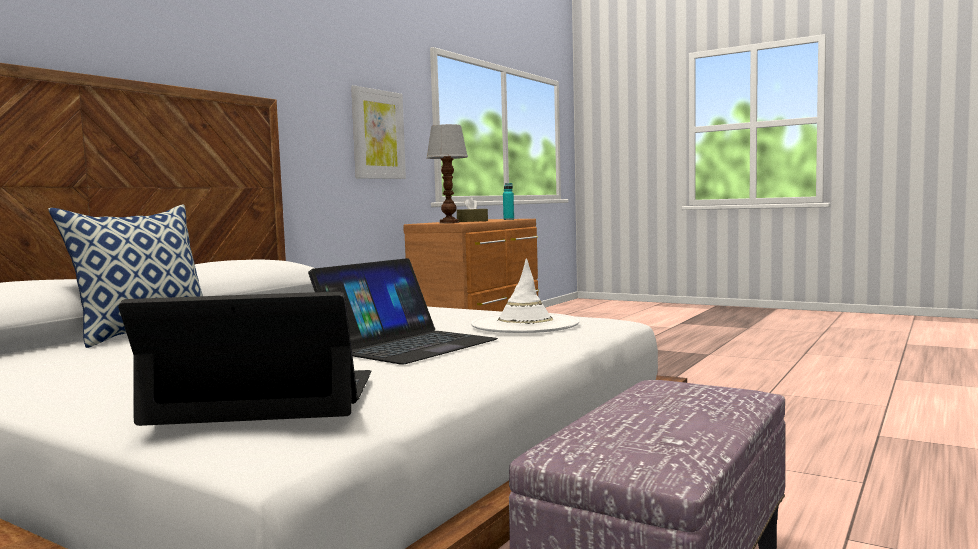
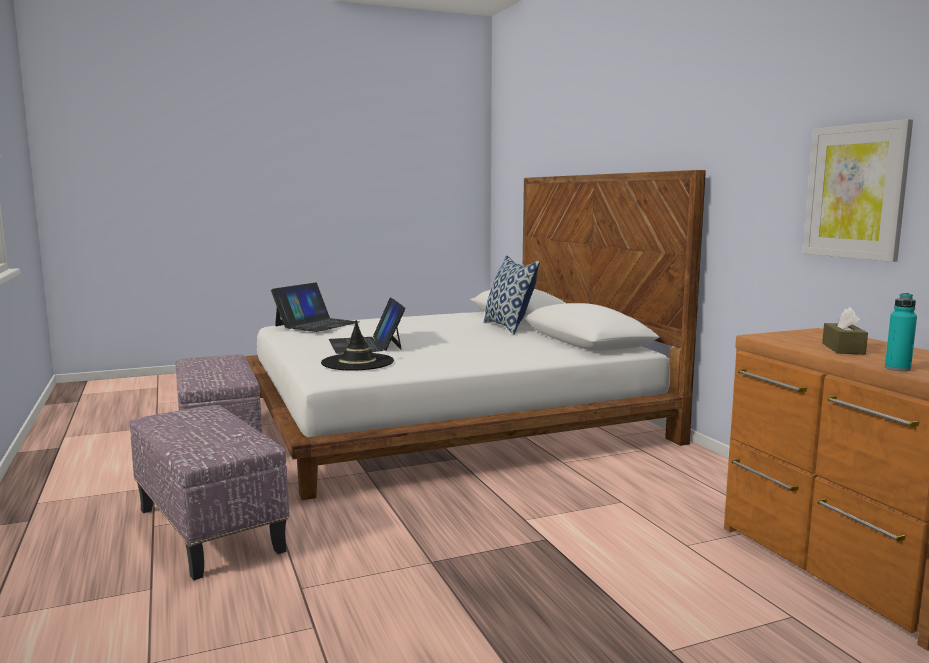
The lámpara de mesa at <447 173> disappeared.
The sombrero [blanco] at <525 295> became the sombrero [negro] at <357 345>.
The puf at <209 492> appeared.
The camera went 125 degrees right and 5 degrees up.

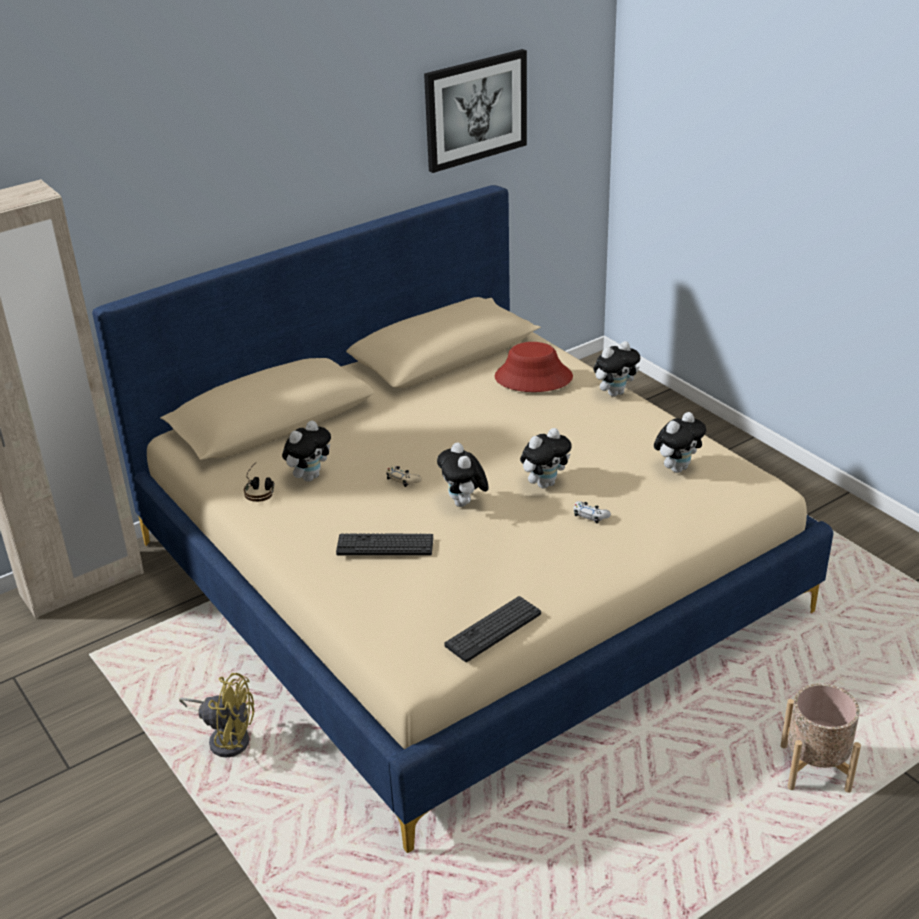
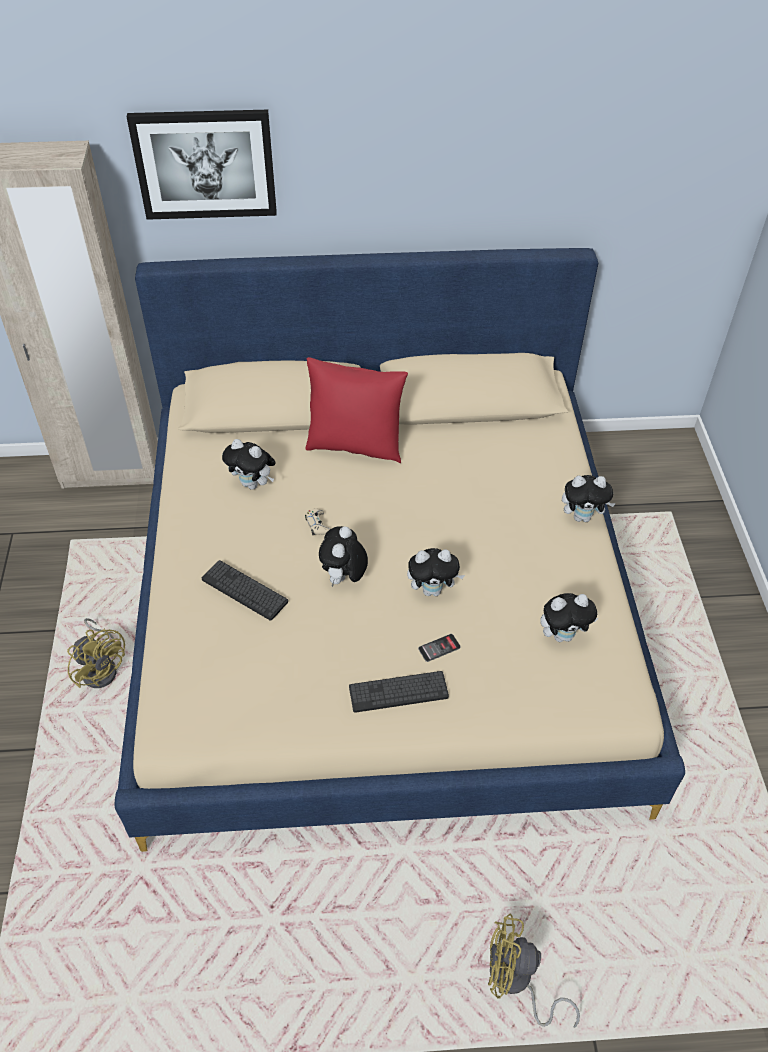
The auriculares at <259 482> disappeared.
The peluche at <306 451> turned 45 degrees clockwise.
The cuadro moved from <475 111> to <202 165>.
The teclado moved from <492 629> to <399 692>.
The sombrero [rojo] at <534 367> disappeared.
The mando de consola [blanco] at <592 512> was replaced by the móvil at <439 648>.
The maceta [beis] at <821 738> was replaced by the ventilador [amarillo] at <534 971>.
The cojín [rojo] at <356 410> appeared.
The camera went 30 degrees right and 15 degrees up.

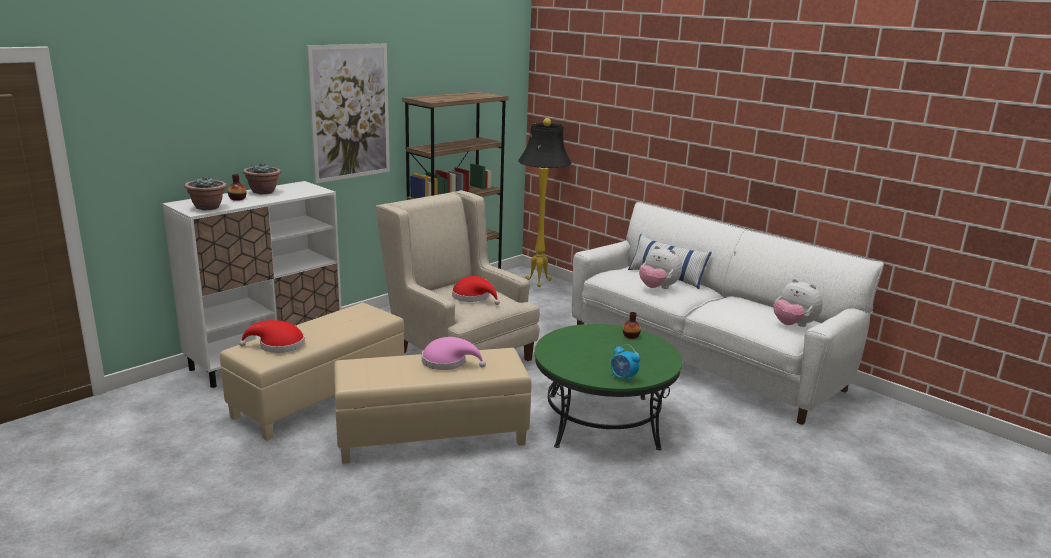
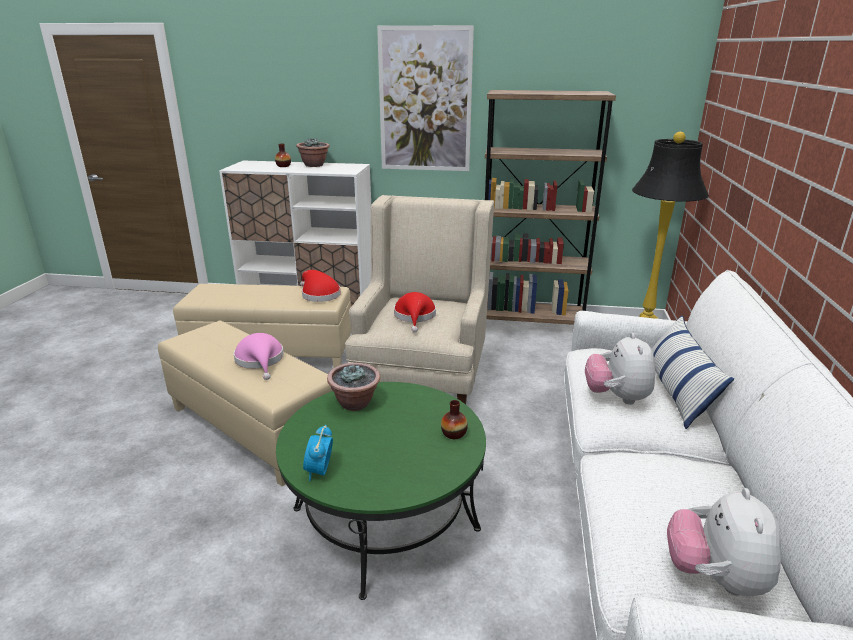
The planta en maceta moved from <205 193> to <353 387>.
The sombrero [rojo] moved from <272 336> to <320 286>.
The camera went 55 degrees right and 5 degrees up.

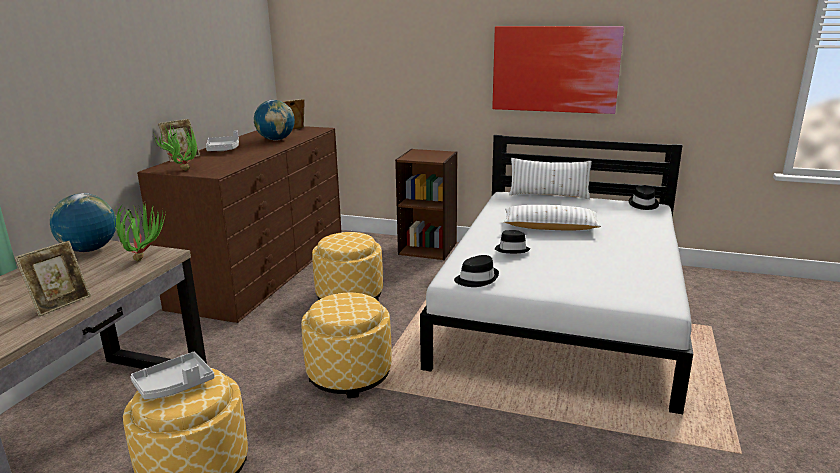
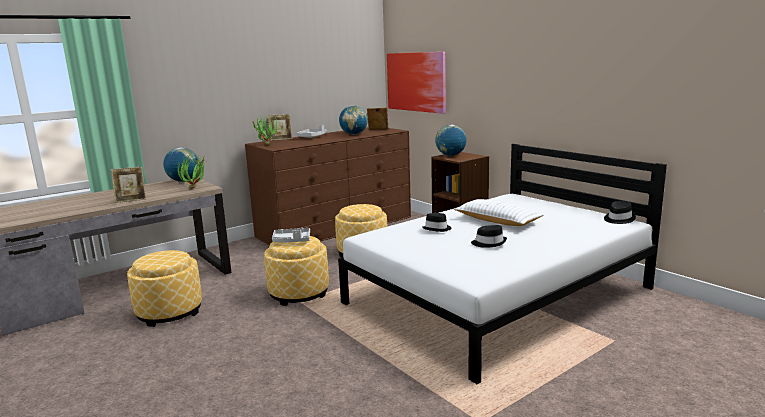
The bandeja [gris] moved from <172 375> to <291 235>.
The sombrero [negro] moved from <476 271> to <489 236>.
The cuadro moved from <558 70> to <416 83>.
The cojín [blanco] at <550 178> disappeared.
The globo terráqueo at <450 140> appeared.
The camera went 35 degrees right and 5 degrees down.

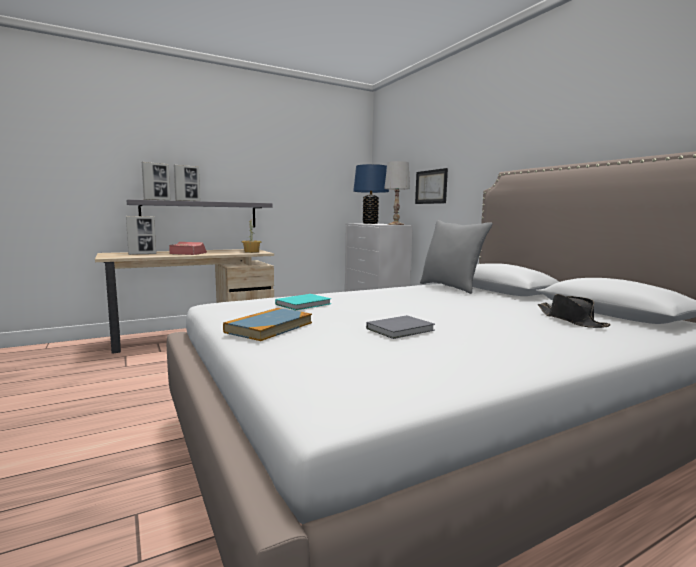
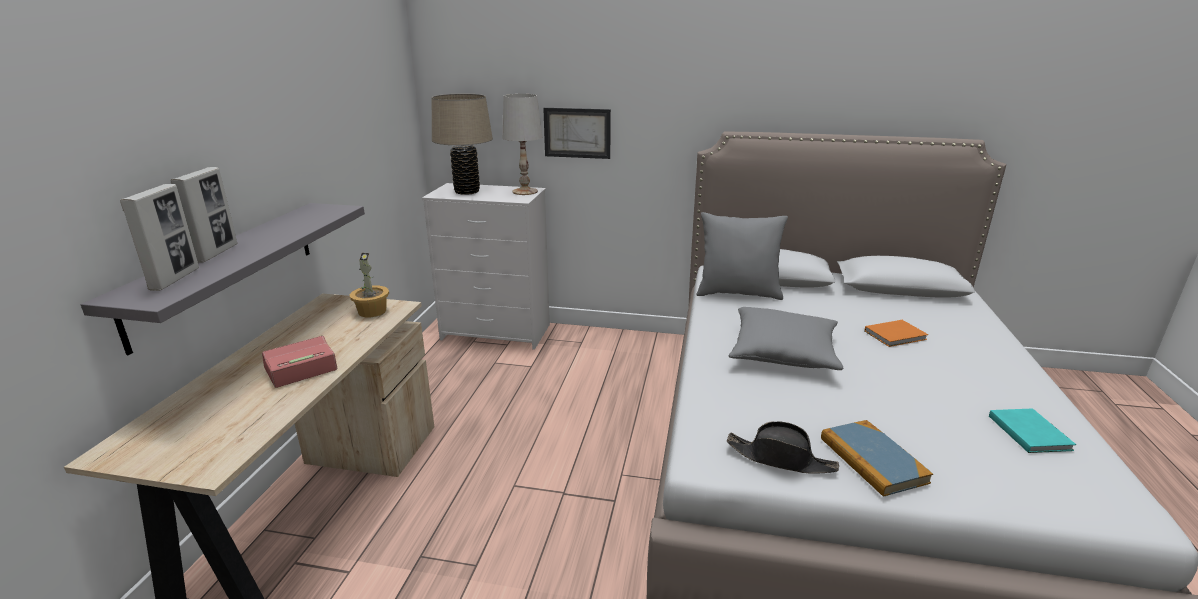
The portarretratos at <141 235> disappeared.
The libro [turquesa] moved from <303 302> to <1032 430>.
The lámpara de mesa [azul] at <371 194> became the lámpara de mesa [beis] at <462 144>.
The libro [gris] at <400 327> disappeared.
The sombrero [negro] moved from <574 311> to <783 448>.
The cojín [gris] at <785 338> appeared.
The libro [naranja] at <896 333> appeared.
The camera went 50 degrees left and 15 degrees up.

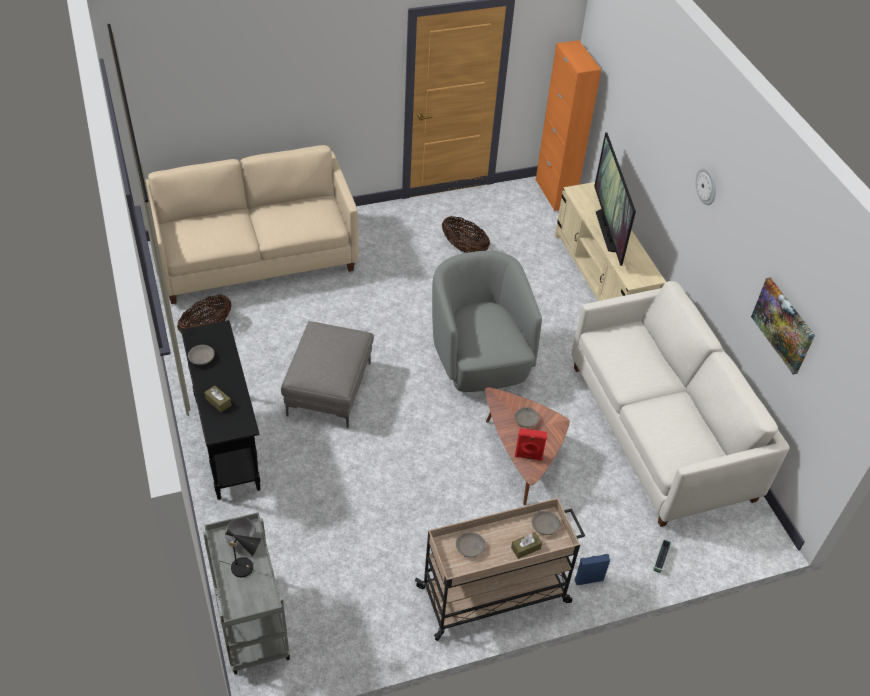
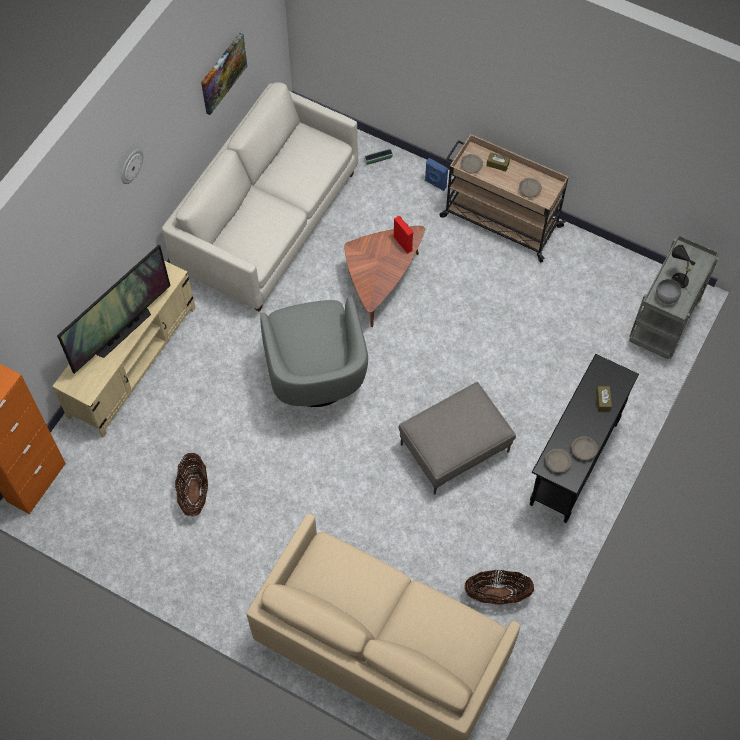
The sillón [gris] at <487 321> turned 45 degrees counterclockwise.
The cuenco [gris] moved from <526 417> to <558 461>.
The camera went 130 degrees left and 15 degrees up.

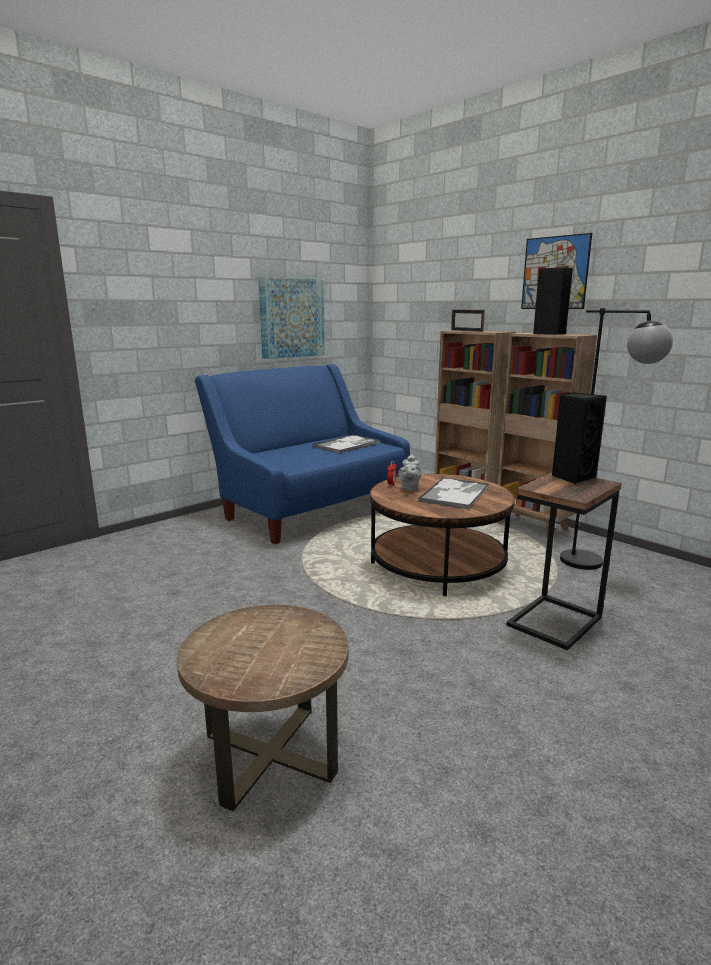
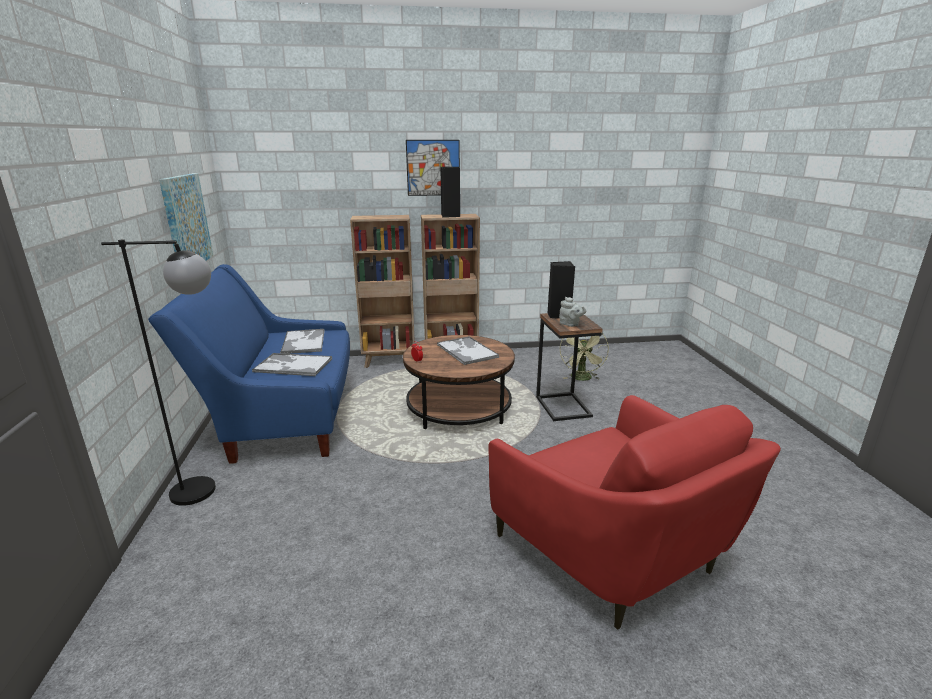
The mesa auxiliar [marrón] at <262 708> was replaced by the sillón [rojo] at <634 512>.
The tetera [gris] moved from <410 473> to <572 312>.
The portarretratos at <468 321> disappeared.
The lámpara de pie [negro] moved from <616 439> to <158 373>.
The bandeja at <292 364> appeared.
The ventilador [verde] at <584 357> appeared.
The camera went 55 degrees left and 5 degrees up.

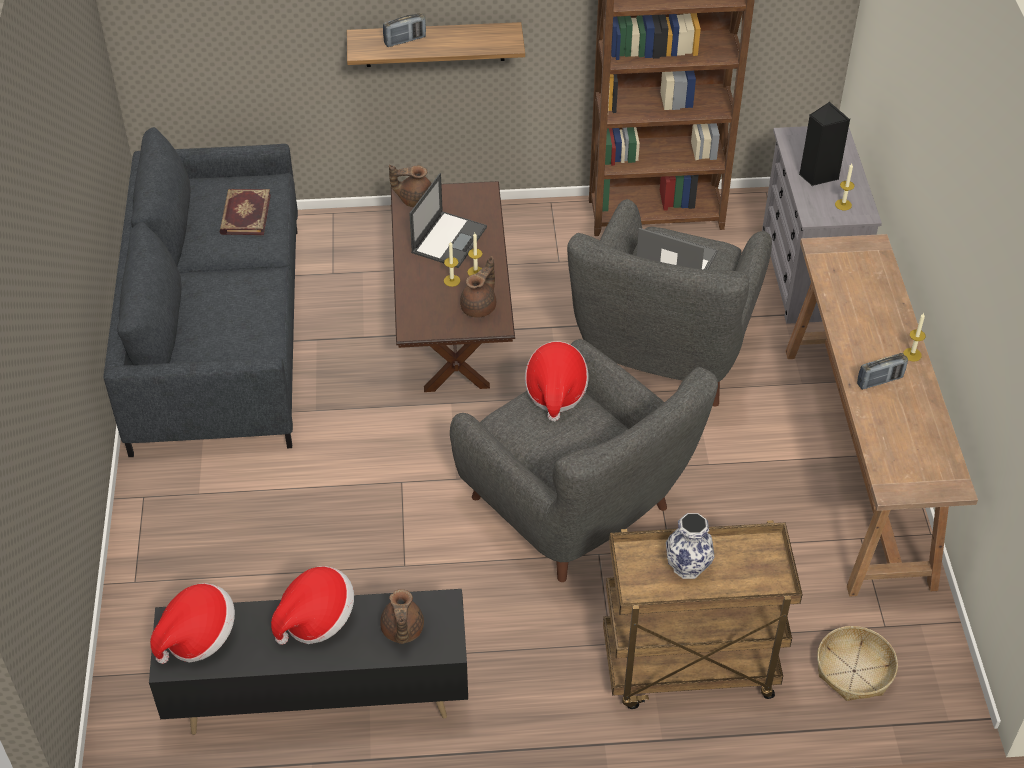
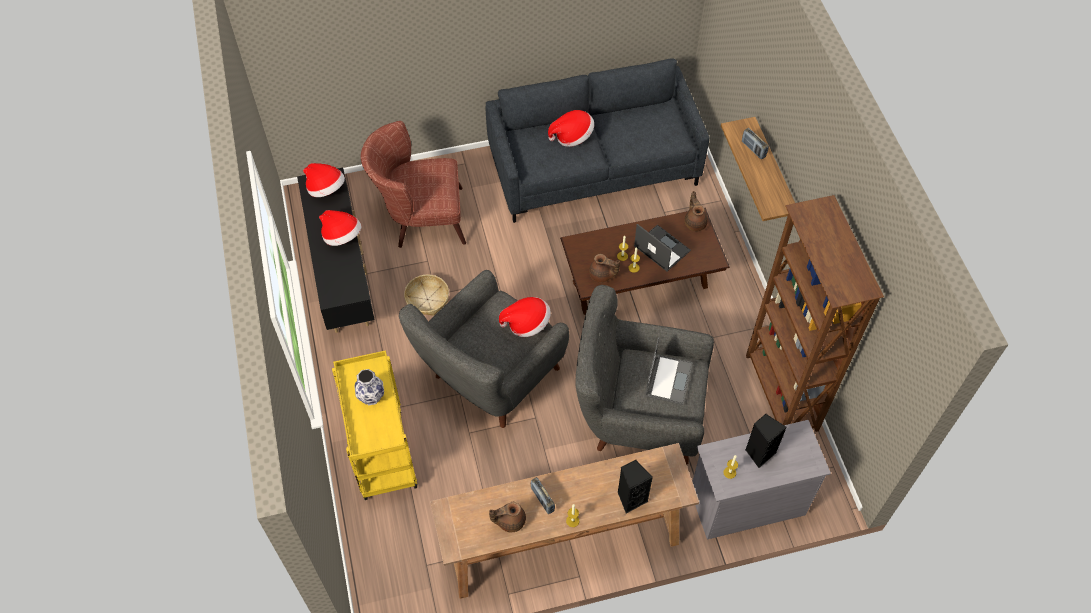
The libro at <245 212> disappeared.
The tetera [marrón] moved from <402 616> to <507 517>.
The portátil at <448 220> turned 150 degrees counterclockwise.
The carrito [marrón] at <703 614> became the carrito [amarillo] at <375 425>.
The cesta moved from <857 663> to <426 295>.
The sillón [marrón] at <413 184> appeared.
The sombrero at <571 128> appeared.
The altavoz [negro] at <635 487> appeared.
The camera went 80 degrees right and 10 degrees up.

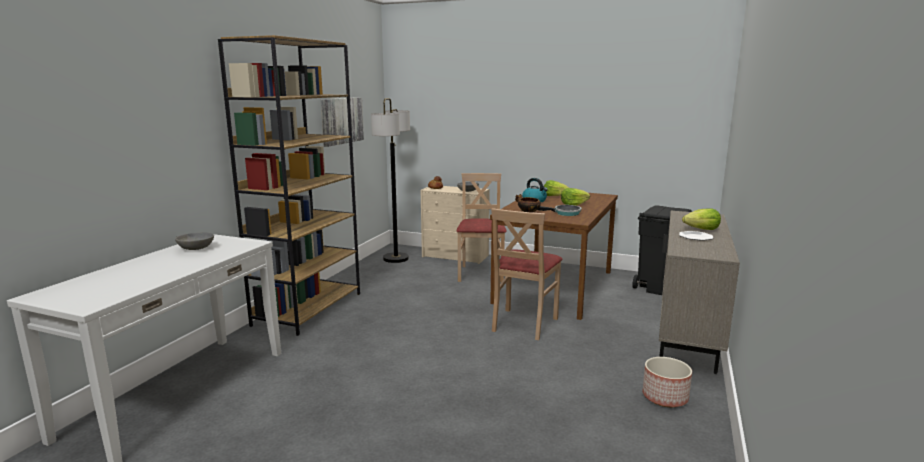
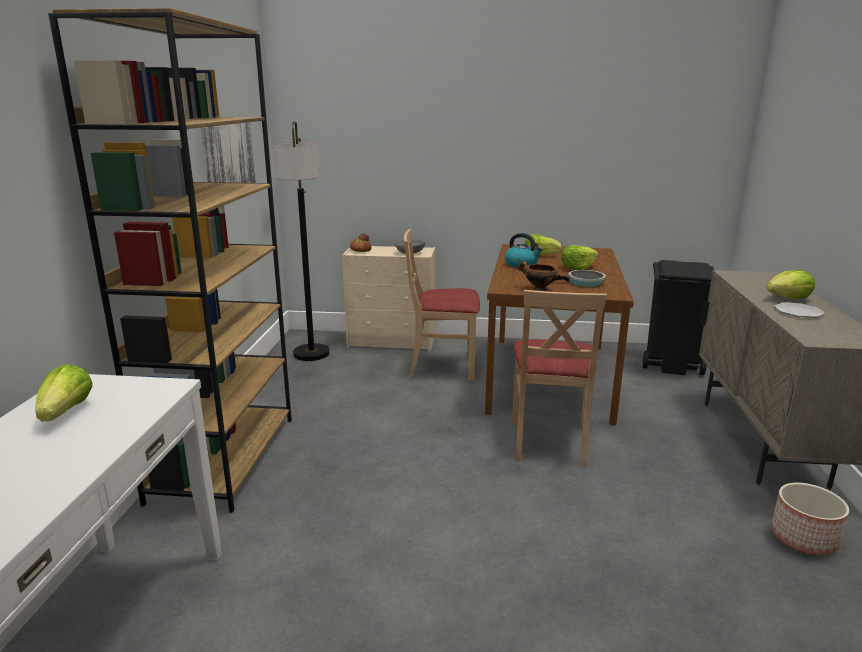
The cuenco [gris] at <194 241> was replaced by the lechuga at <64 392>.
The silla [beis] at <481 227> turned 75 degrees counterclockwise.
The camera went 15 degrees left and 5 degrees up.

